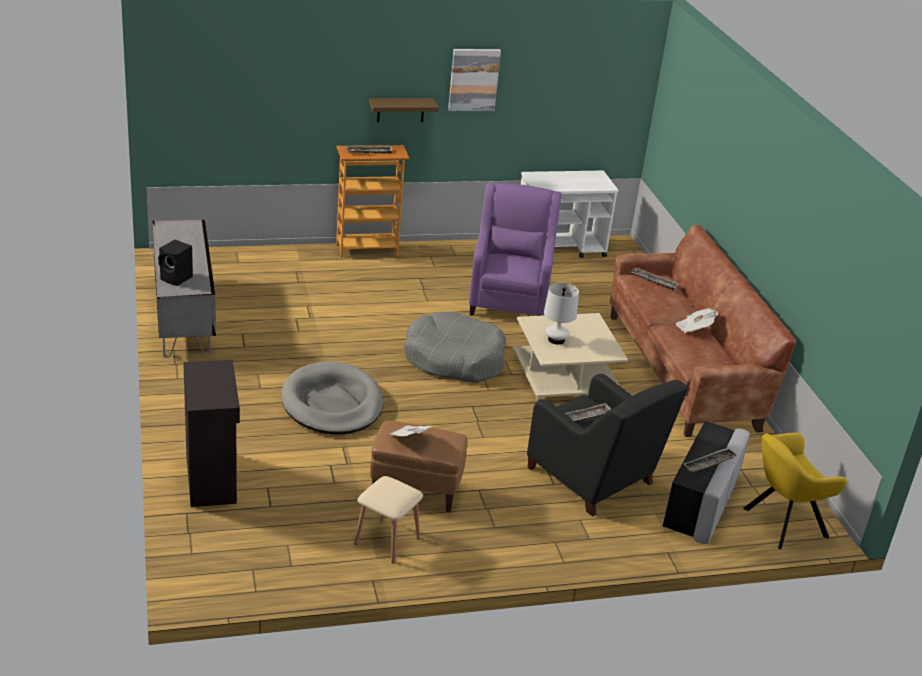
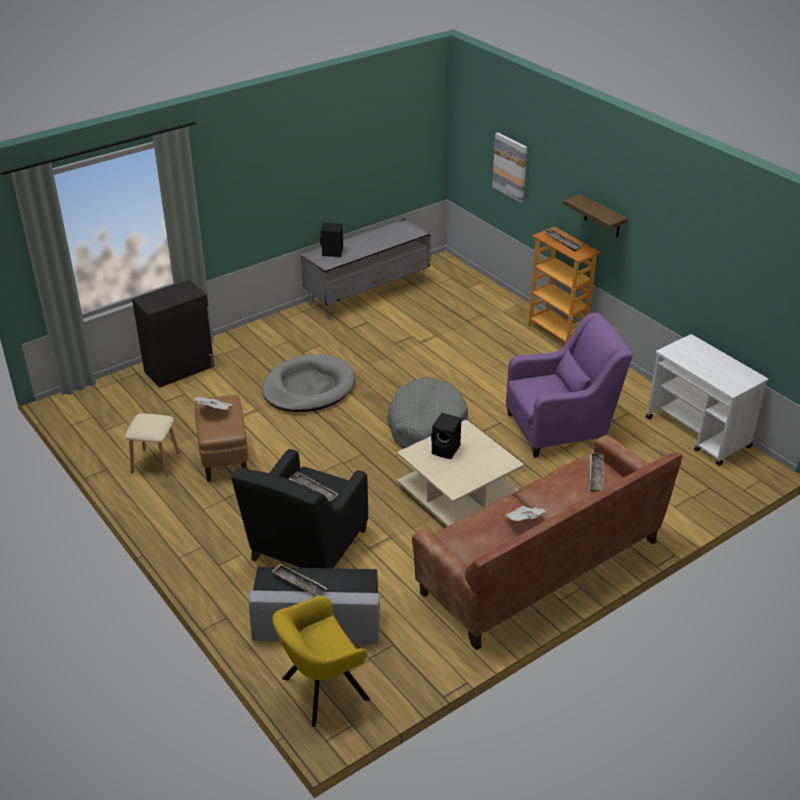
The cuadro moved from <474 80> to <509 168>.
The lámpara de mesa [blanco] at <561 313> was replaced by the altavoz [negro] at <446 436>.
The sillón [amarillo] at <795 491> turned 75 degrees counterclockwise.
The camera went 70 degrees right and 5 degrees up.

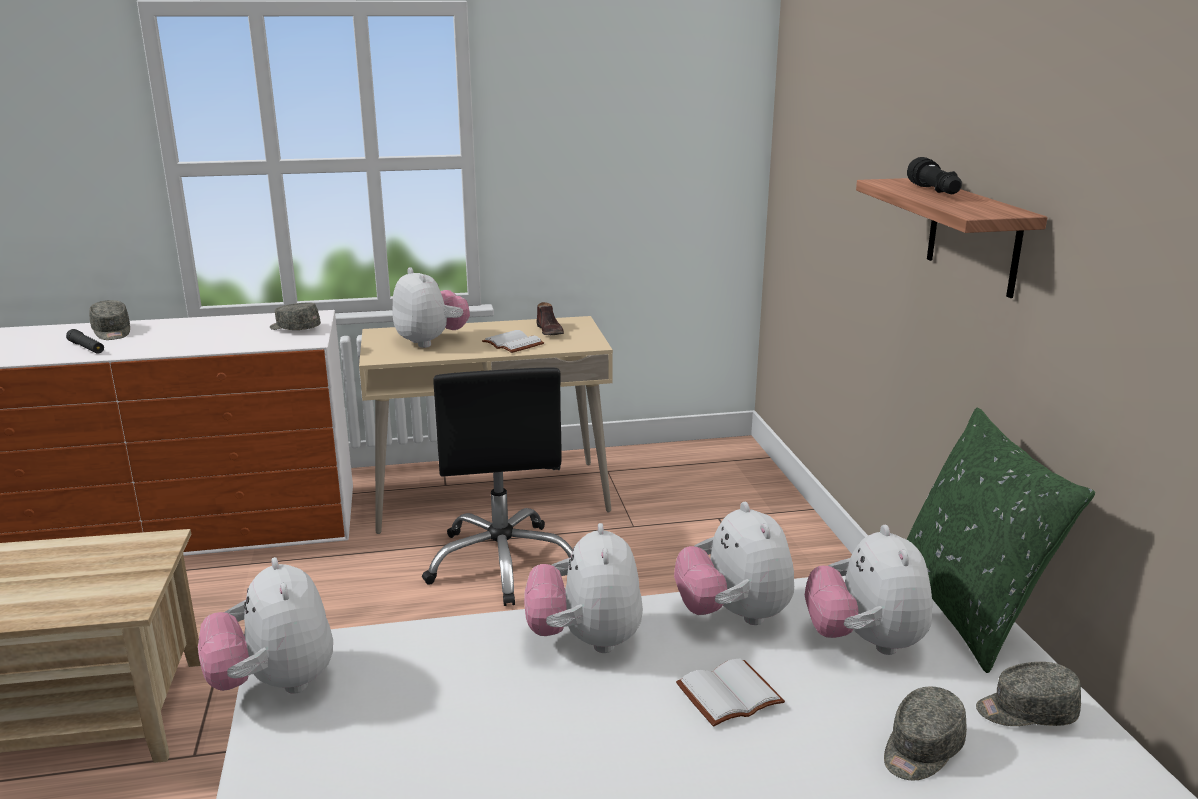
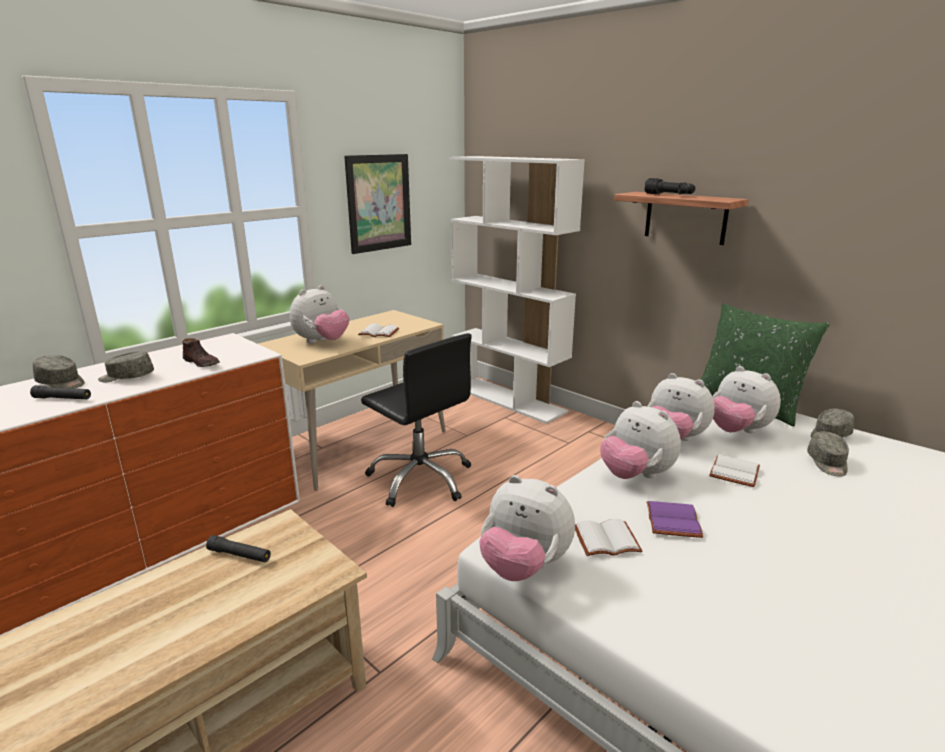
The gorra [gris] moved from <295 316> to <126 366>.
The peluche at <431 307> turned 105 degrees clockwise.
The zapato [marrón] moved from <550 318> to <201 352>.
The linterna [negro] at <238 548> appeared.
The cuadro at <377 204> appeared.
The estantería [blanco] at <517 290> appeared.
The libro [blanco] at <609 537> appeared.
The libro [morado] at <674 519> appeared.
The camera went 35 degrees left and 0 degrees up.

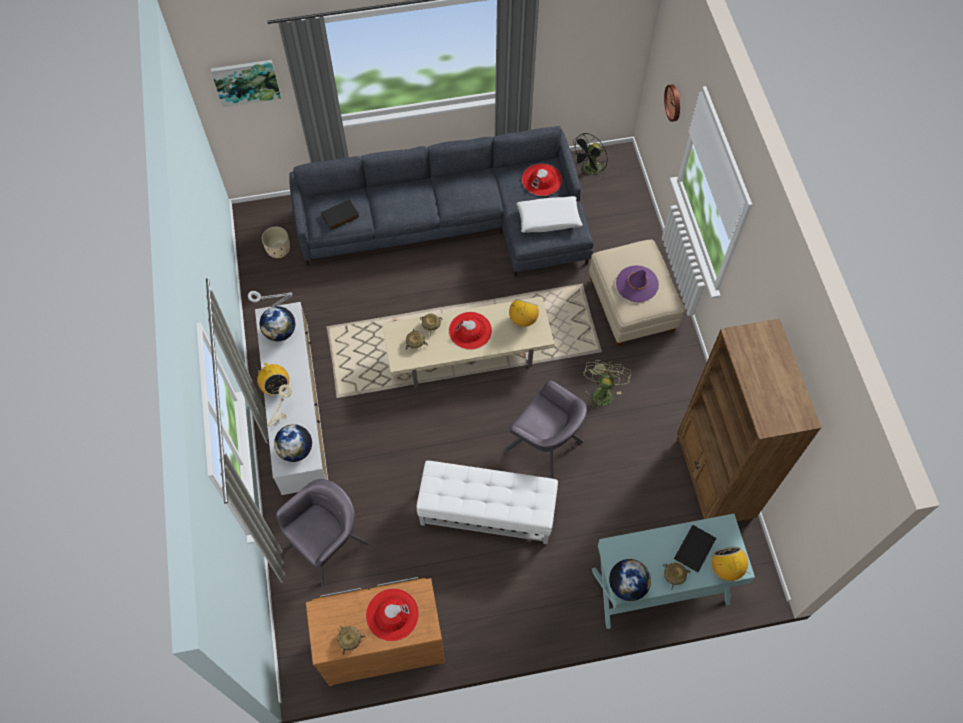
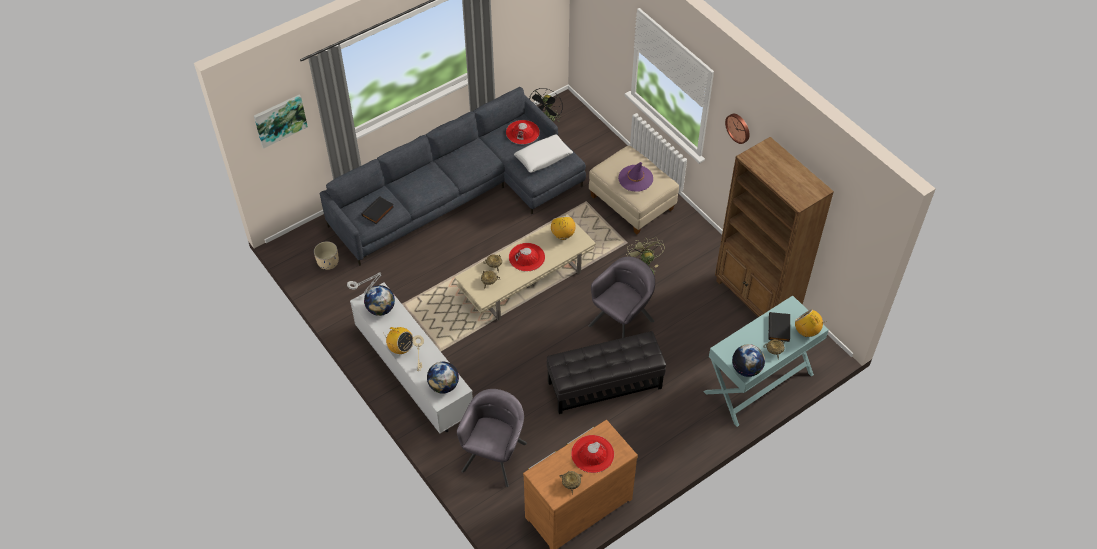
The puf [blanco] at <487 502> became the puf [negro] at <606 372>.
The sillón [gris] at <546 429> turned 60 degrees counterclockwise.
The reloj de pared moved from <672 103> to <737 129>.
The camera went 25 degrees left and 10 degrees down.

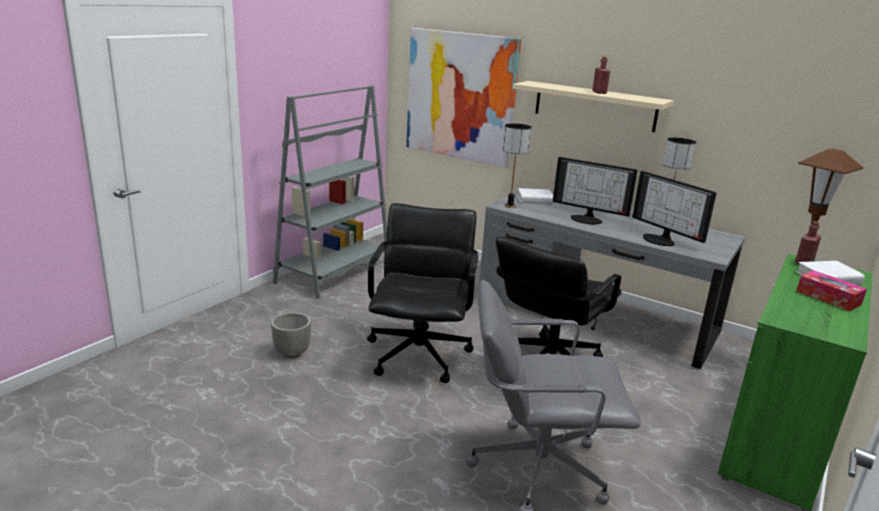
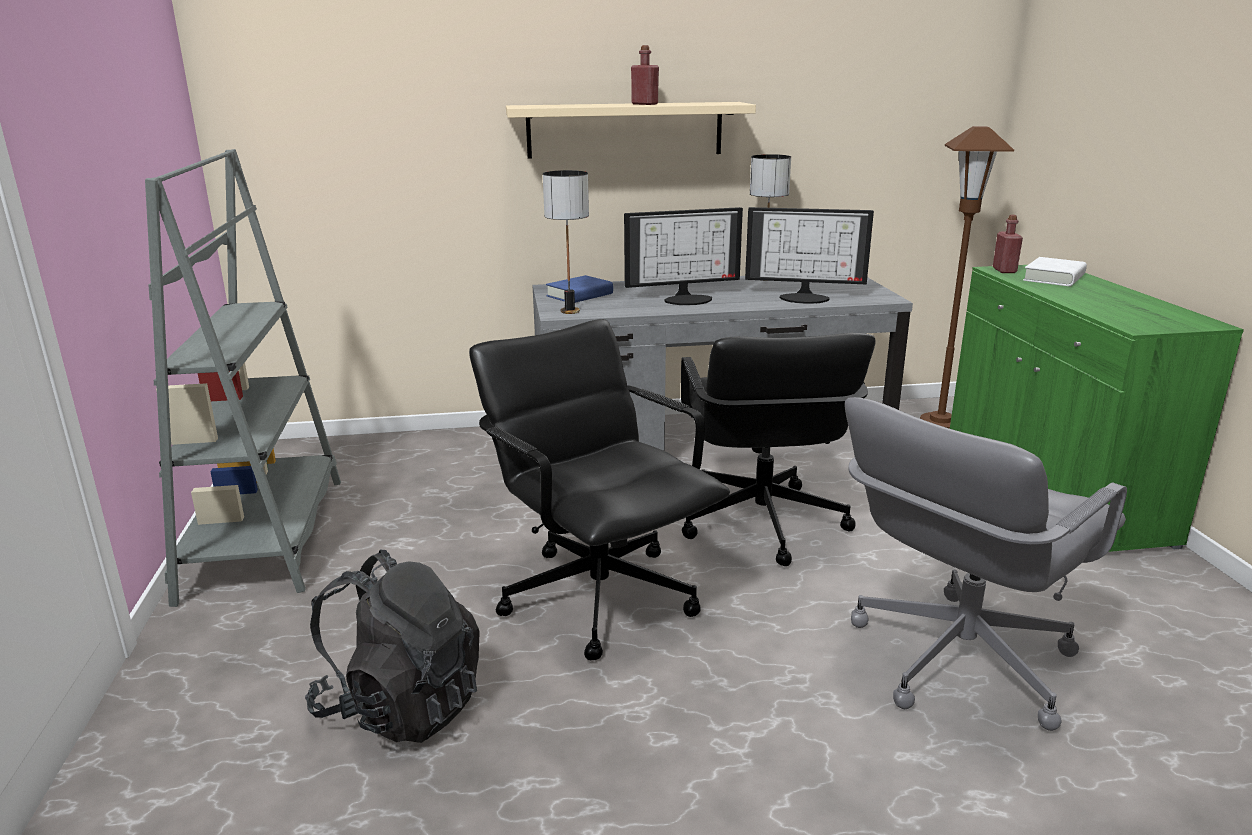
The maceta at <291 335> was replaced by the mochila [negro] at <392 646>.
The cuadro at <463 98> disappeared.
The libro [blanco] at <535 196> became the libro [azul] at <579 289>.
The caja de pañuelos at <832 290> disappeared.
The camera went 40 degrees left and 0 degrees up.

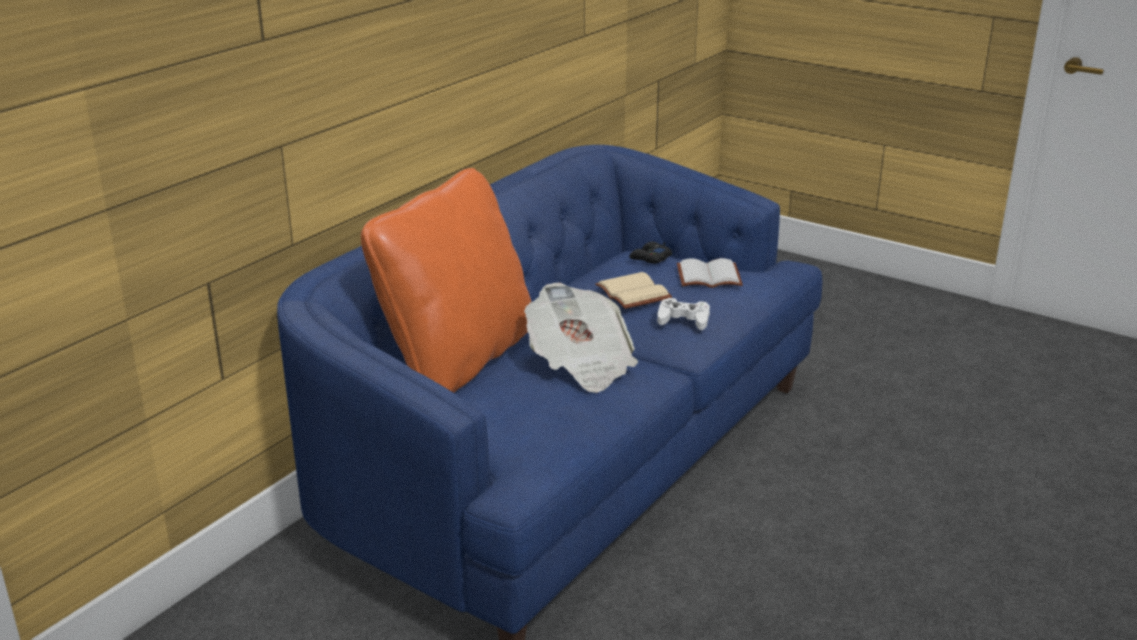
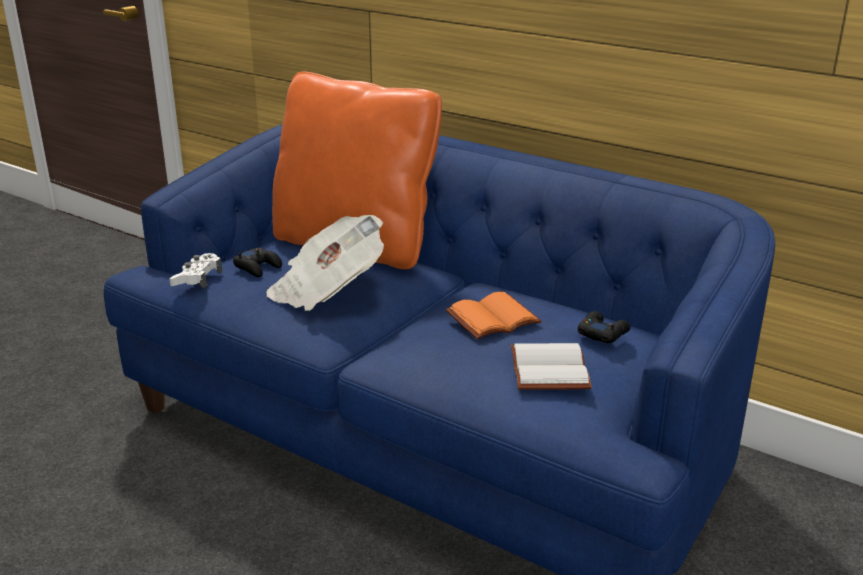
The libro [beis] at <633 290> became the libro [naranja] at <494 315>.
The mando de consola [blanco] moved from <683 314> to <196 270>.
The mando de consola [negro] at <257 262> appeared.
The camera went 90 degrees right and 0 degrees up.

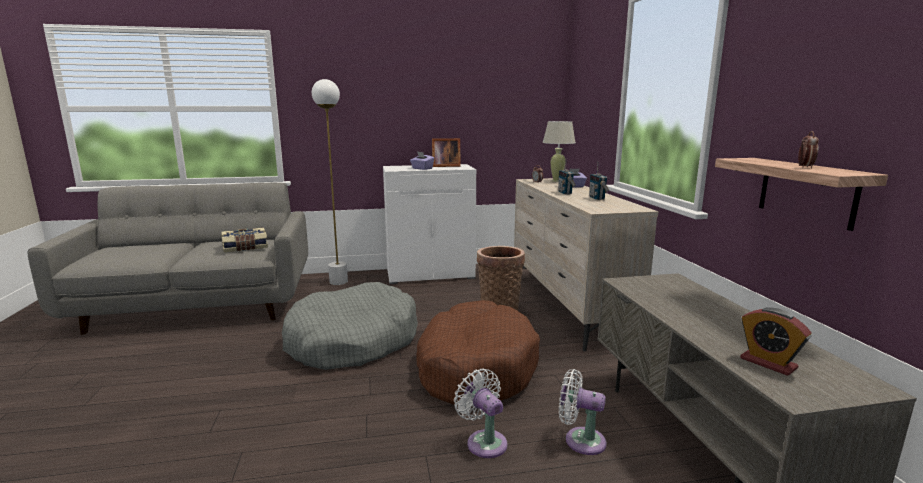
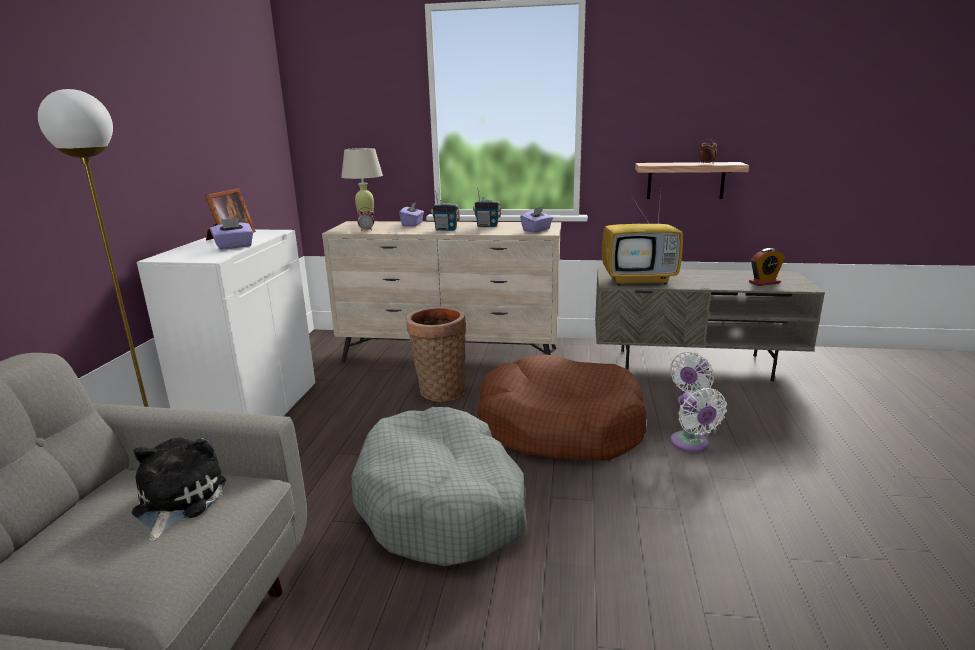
The libro at <244 240> was replaced by the peluche at <179 489>.
The ventilador [blanco] at <481 413> turned 90 degrees counterclockwise.
The caja de pañuelos [morado] at <536 219> appeared.
The televisor at <642 238> appeared.
The camera went 70 degrees left and 5 degrees up.

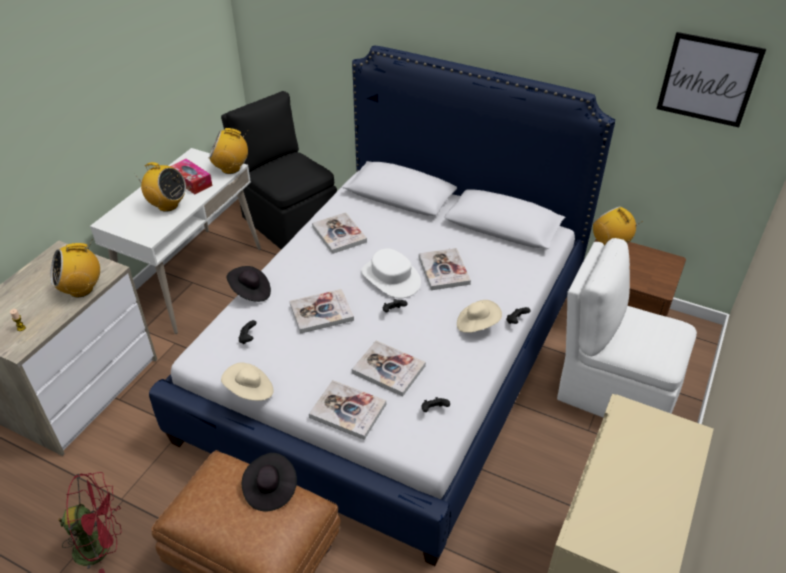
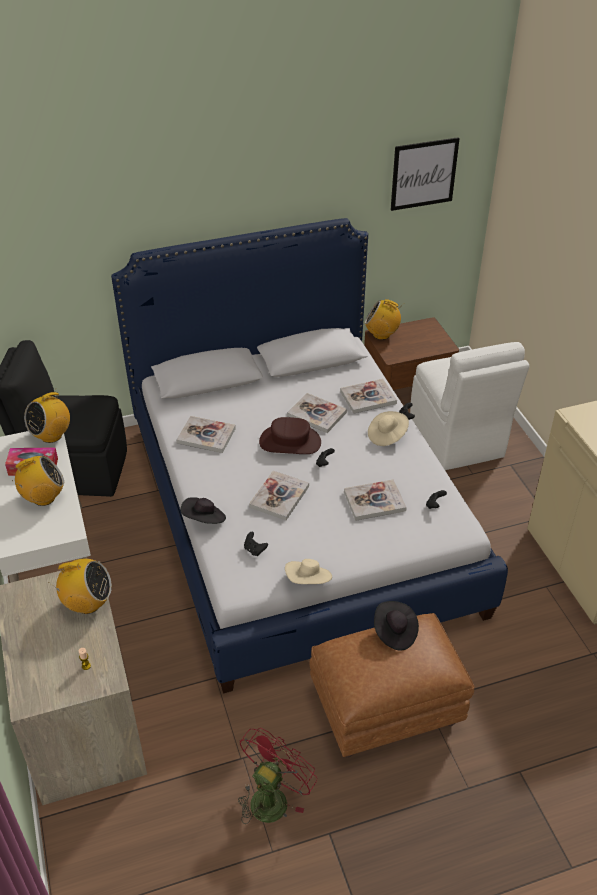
The radio at <75 268> turned 105 degrees counterclockwise.
The libro moved from <347 410> to <368 396>.
The sombrero [blanco] at <391 273> became the sombrero [marrón] at <290 435>.
The silla [blanco] at <627 328> turned 90 degrees counterclockwise.
The camera went 45 degrees left and 0 degrees up.

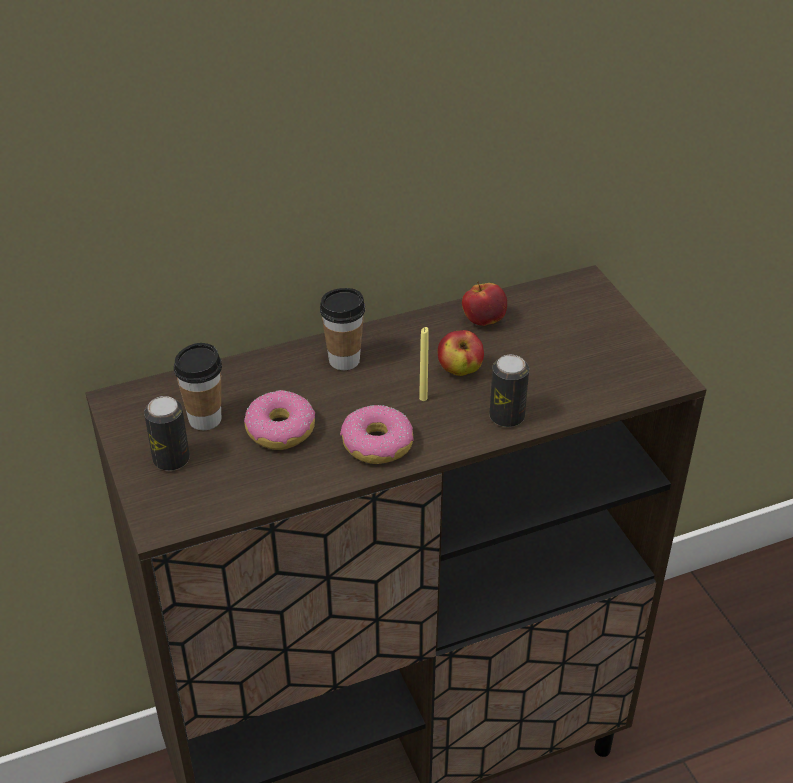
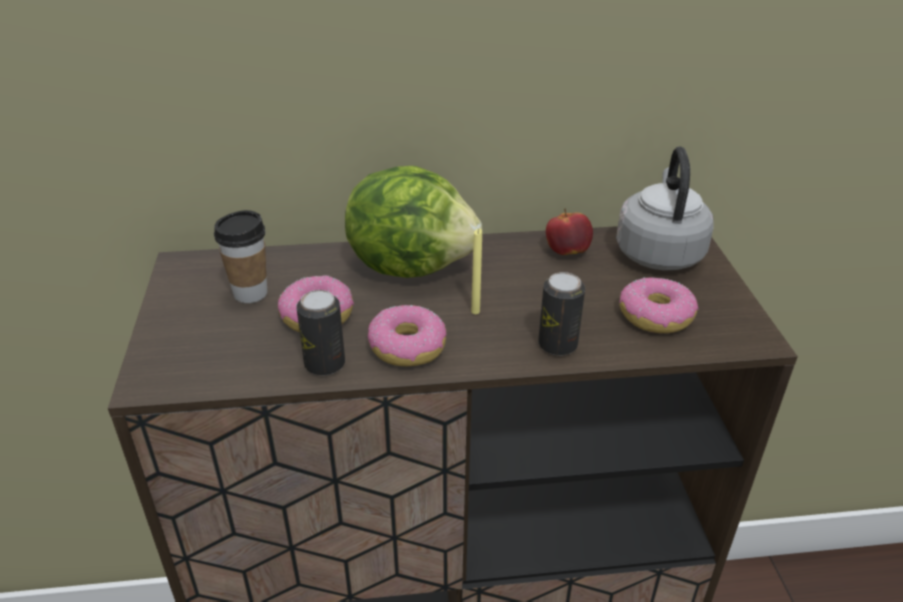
The lata moved from <167 433> to <320 333>.
The taza at <342 329> was replaced by the lechuga at <413 222>.
The manzana at <461 353> disappeared.
The hervidor [gris] at <665 209> appeared.
The rosquilla at <658 305> appeared.
The camera went 15 degrees right and 5 degrees down.

